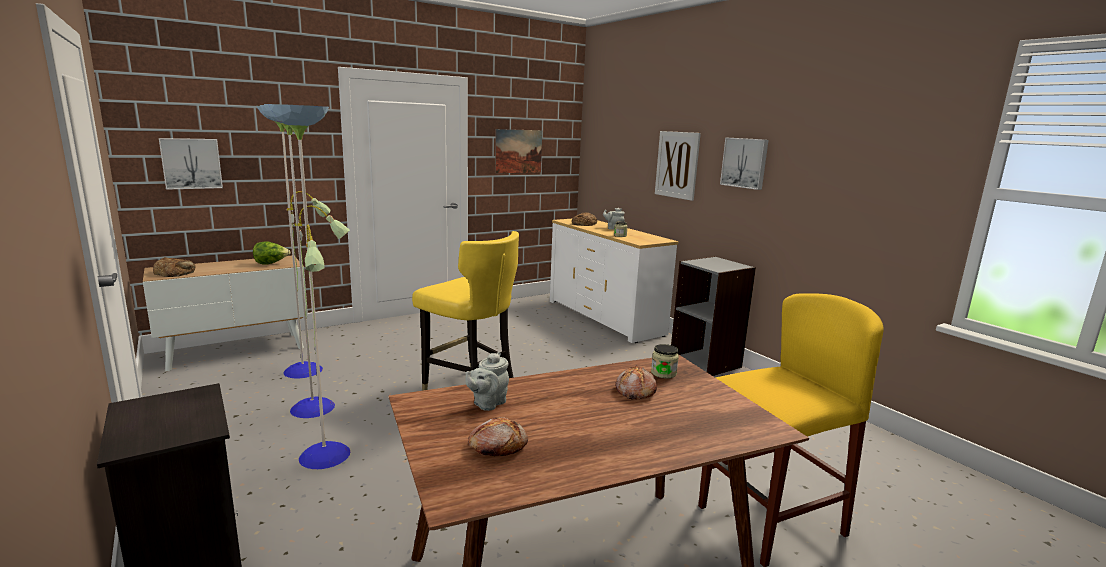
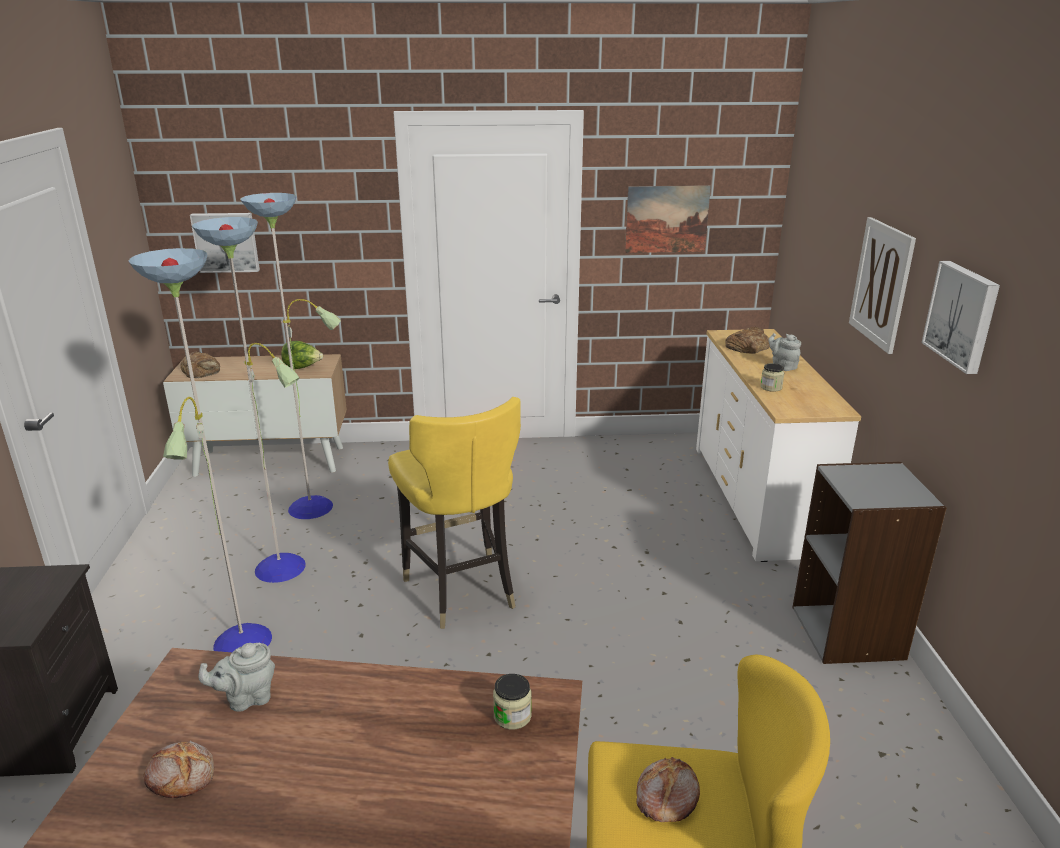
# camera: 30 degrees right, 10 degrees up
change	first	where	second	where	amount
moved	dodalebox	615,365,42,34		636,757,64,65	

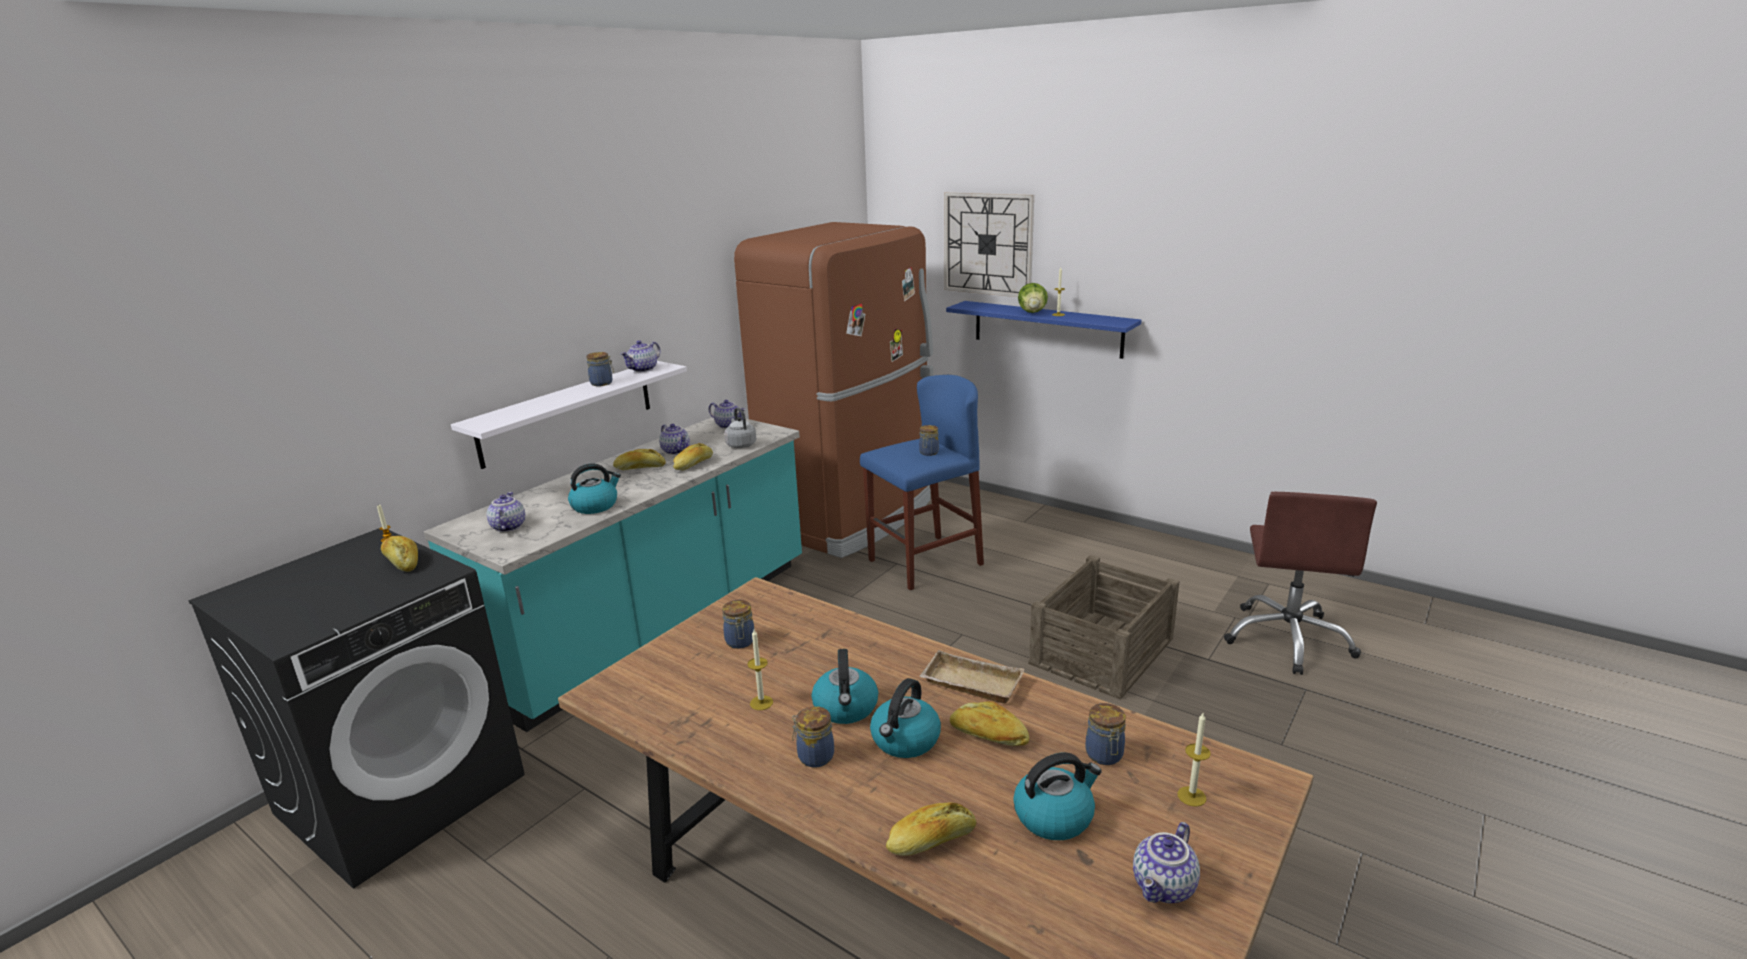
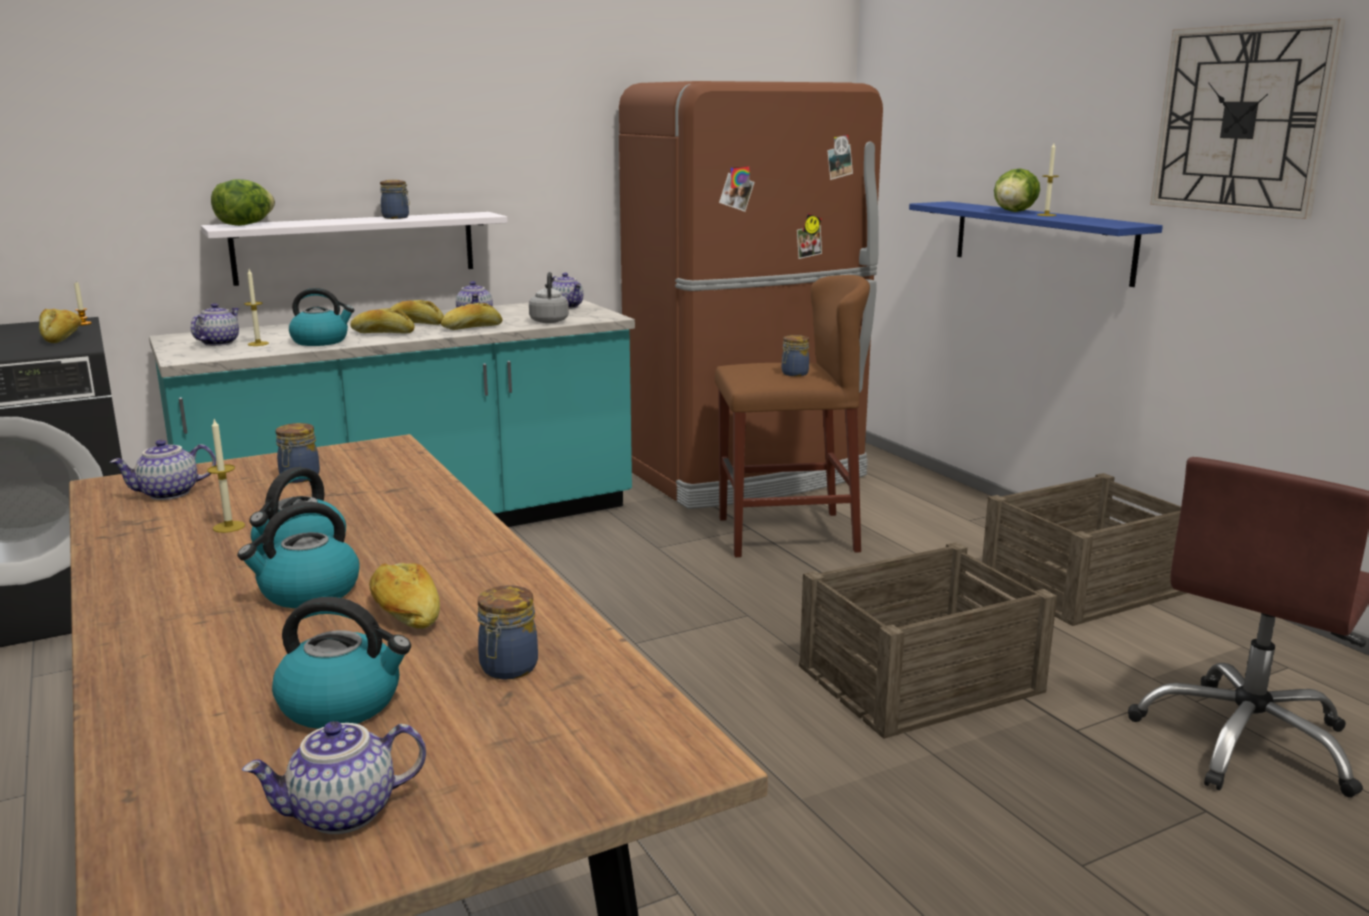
# camera: 25 degrees right, 5 degrees down
change	first	where	second	where	amount
removed	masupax	792,706,42,62			
removed	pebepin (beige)	919,650,105,53			
added			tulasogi	211,179,64,47	
added			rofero	982,473,205,153	
moved	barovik	620,340,40,32		110,440,106,60	
moved	dodalebox	886,803,90,53		350,308,65,25	
moved	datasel	944,192,90,105		1150,18,195,201	
moved	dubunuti	1178,713,33,94		244,269,25,77	
recoloured	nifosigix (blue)	860,375,124,215	nifosigix (brown)	715,275,155,282	

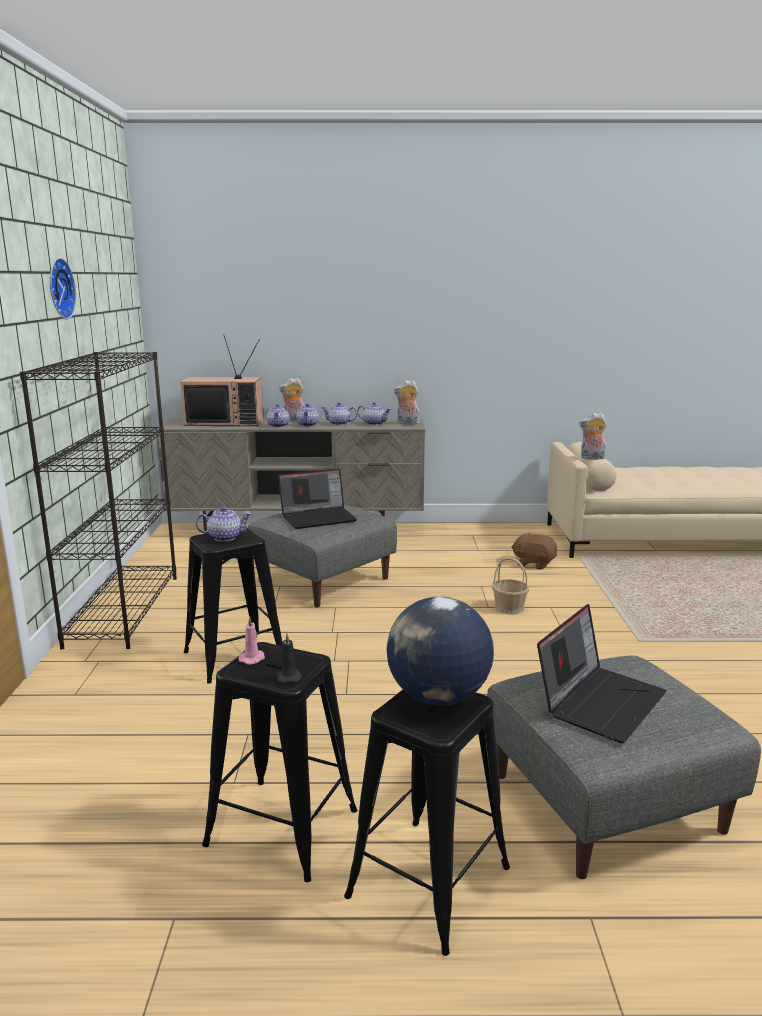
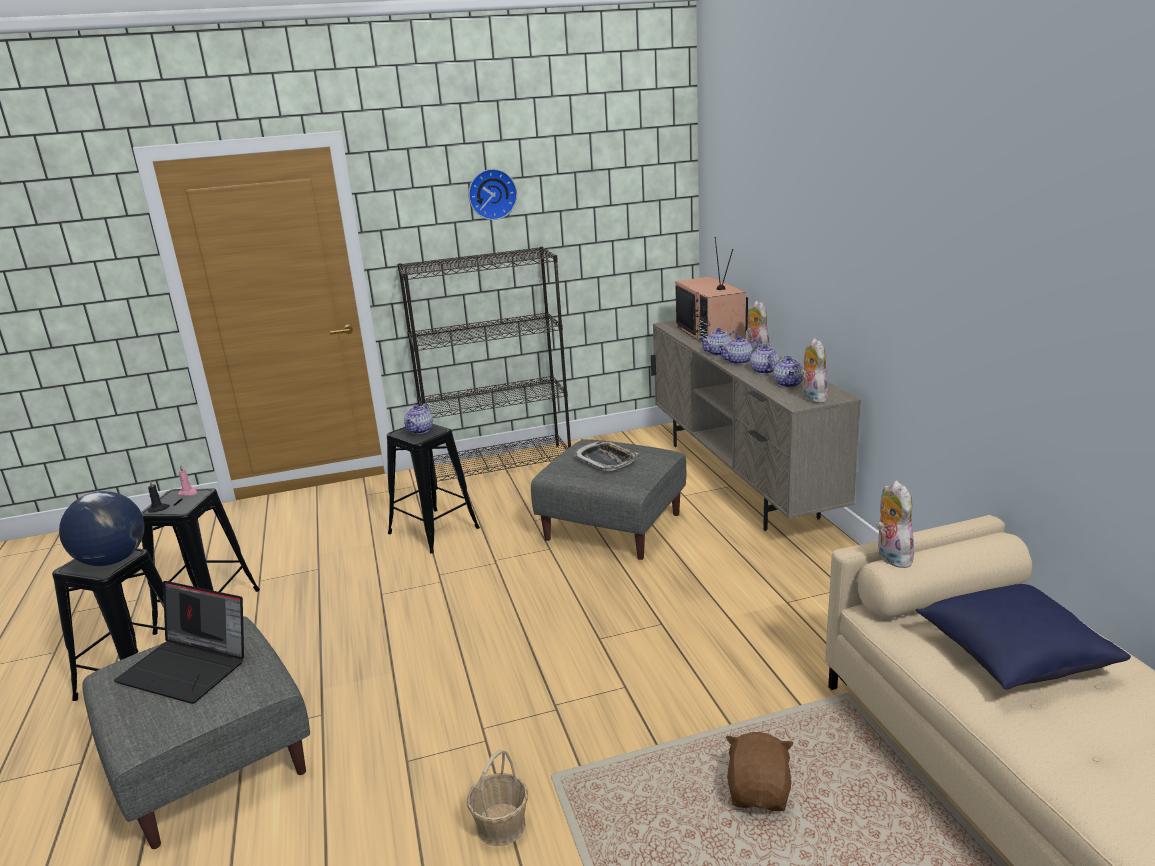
# camera: 75 degrees right, 5 degrees up
change	first	where	second	where	amount
added			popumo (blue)	916,584,215,105	
moved	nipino	492,557,37,58		467,749,61,97	
moved	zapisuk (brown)	512,532,45,38		726,732,68,79	
replaced	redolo	278,469,79,60	pebepin	574,441,64,30	
turned	barovik	196,507,56,35		404,403,29,31	45 degrees clockwise

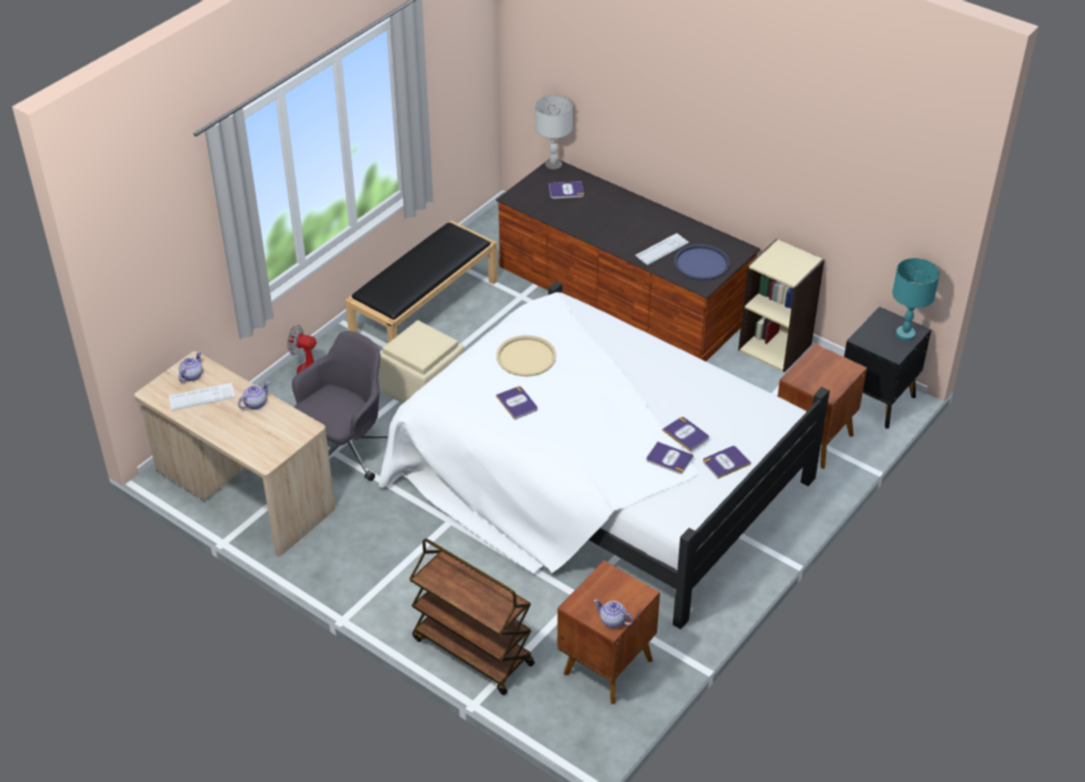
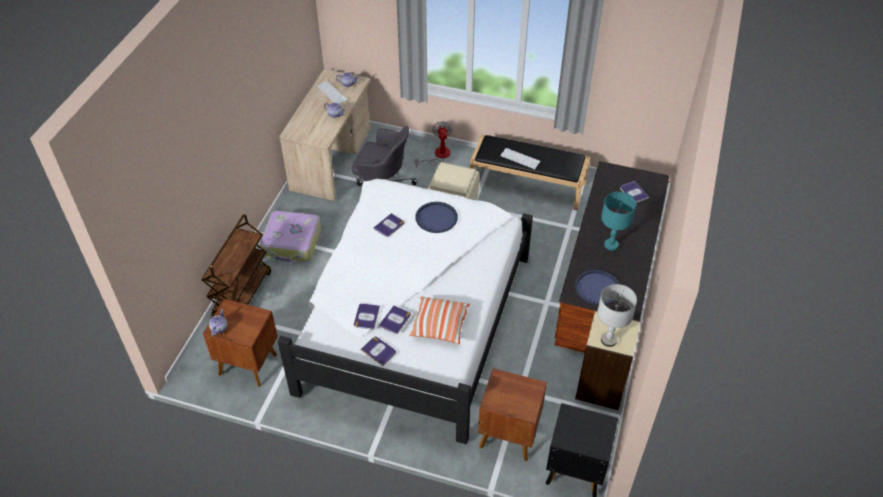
# camera: 70 degrees right, 5 degrees up
change	first	where	second	where	amount
added			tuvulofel	260,211,61,51	
added			popumo	409,297,61,48	
moved	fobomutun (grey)	535,95,38,77		597,284,40,63	
moved	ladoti	635,233,54,32		500,148,41,21	
moved	fobomutun (turquoise)	892,258,48,83		601,192,35,59	
recoloured	pebepin (beige)	496,335,60,41	pebepin (blue)	415,202,43,31	

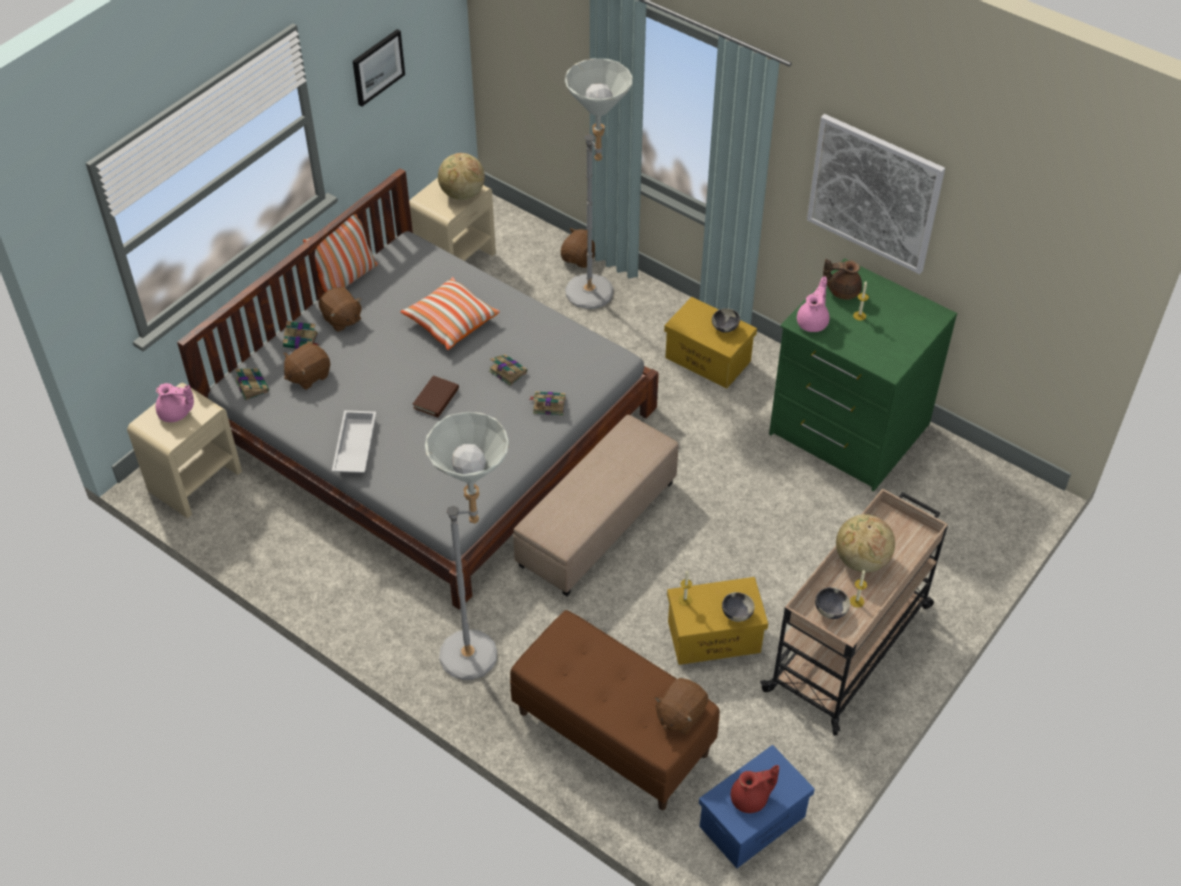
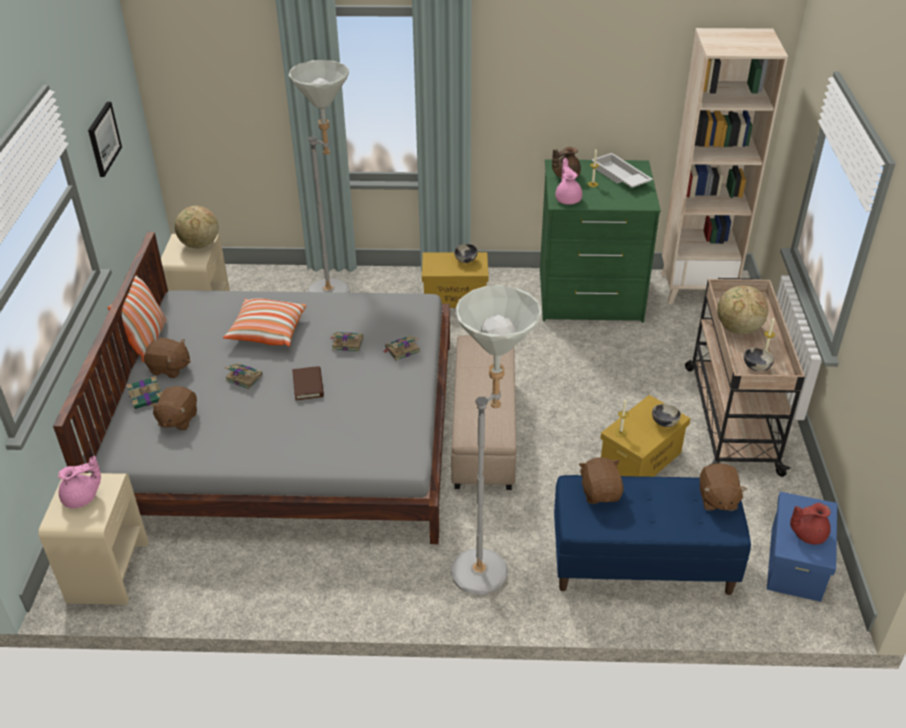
# camera: 35 degrees left, 10 degrees down
change	first	where	second	where	amount
removed	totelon	807,114,138,160			
added			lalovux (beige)	662,28,126,277	
moved	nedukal	235,368,34,33		224,363,38,26	
moved	pebepin (white)	332,410,44,63		592,153,61,35	
moved	zapisuk (brown)	561,228,34,40		579,457,45,47	
recoloured	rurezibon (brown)	510,610,210,200	rurezibon (blue)	554,475,197,120	
turned	barovik (red)	731,765,48,48		790,503,41,41	135 degrees counterclockwise

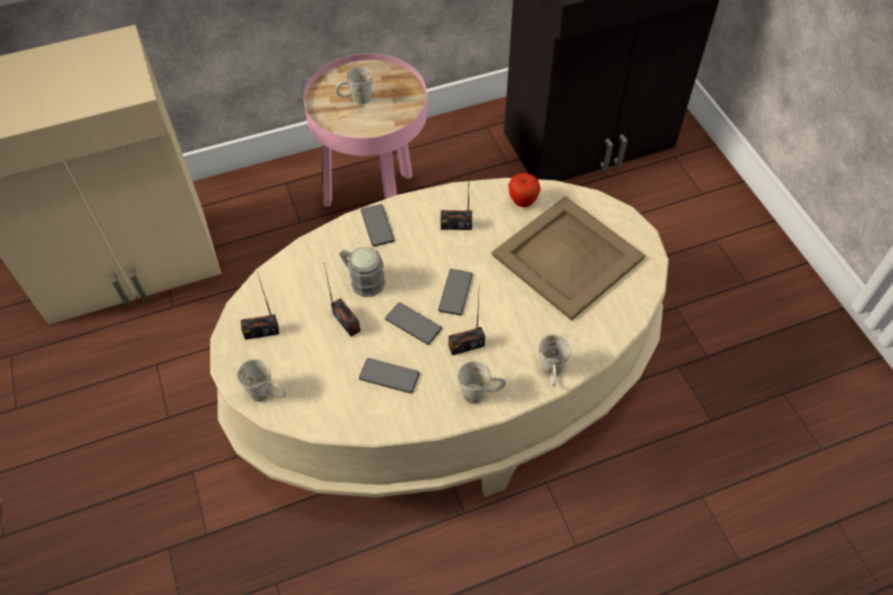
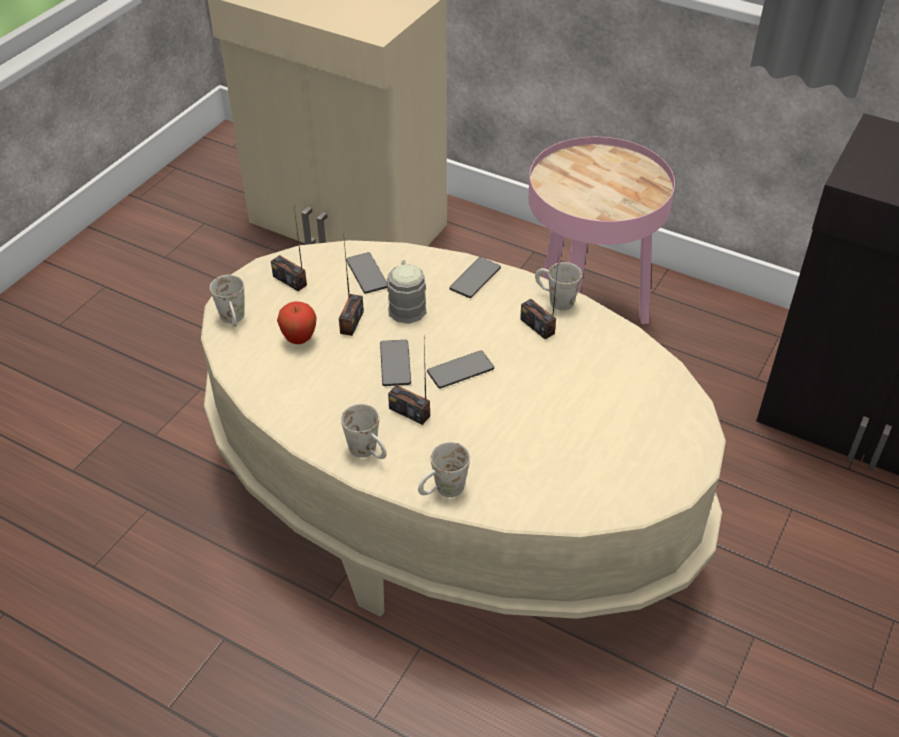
# camera: 50 degrees right, 10 degrees down
change	first	where	second	where	amount
removed	pebepin (beige)	492,196,153,125			
moved	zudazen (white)	335,66,37,38		535,262,47,48	
moved	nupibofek	359,358,61,35		346,252,41,42	
moved	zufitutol	508,173,33,34		277,301,40,43	

